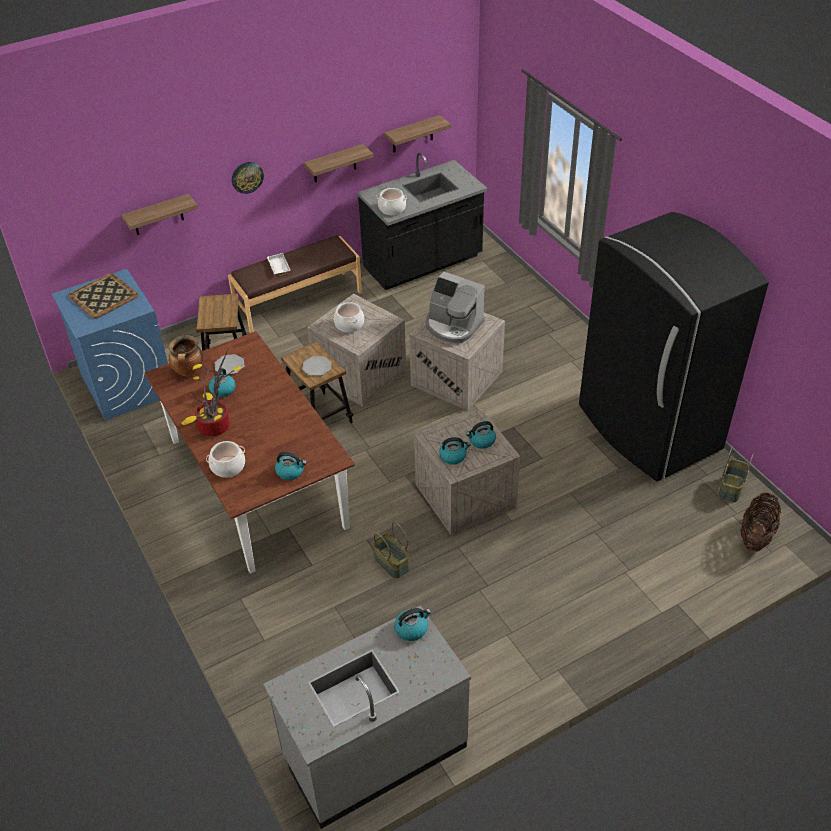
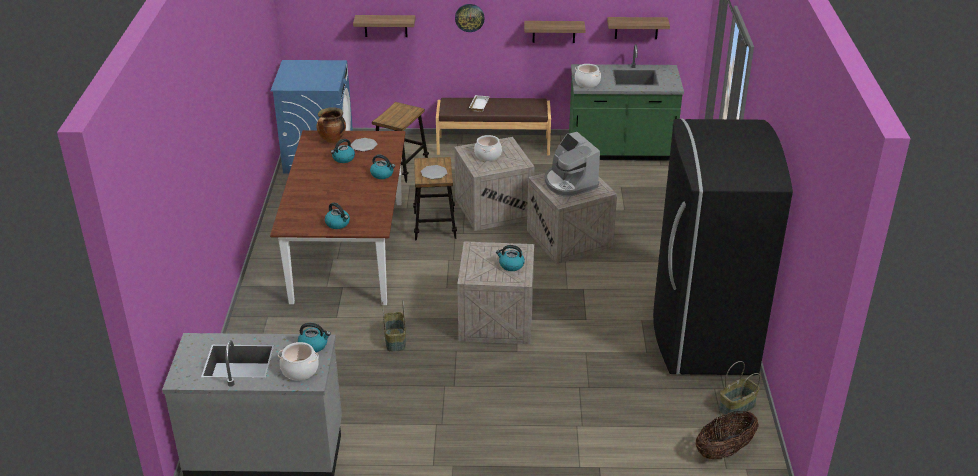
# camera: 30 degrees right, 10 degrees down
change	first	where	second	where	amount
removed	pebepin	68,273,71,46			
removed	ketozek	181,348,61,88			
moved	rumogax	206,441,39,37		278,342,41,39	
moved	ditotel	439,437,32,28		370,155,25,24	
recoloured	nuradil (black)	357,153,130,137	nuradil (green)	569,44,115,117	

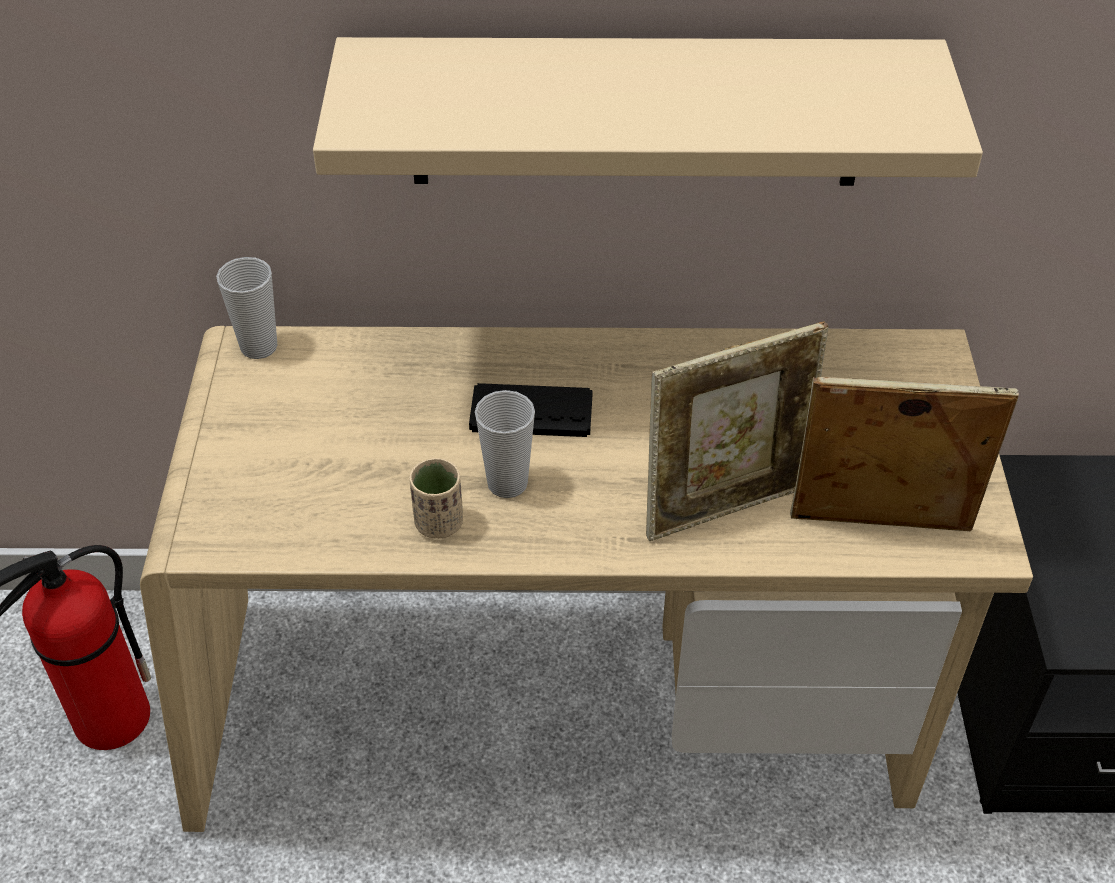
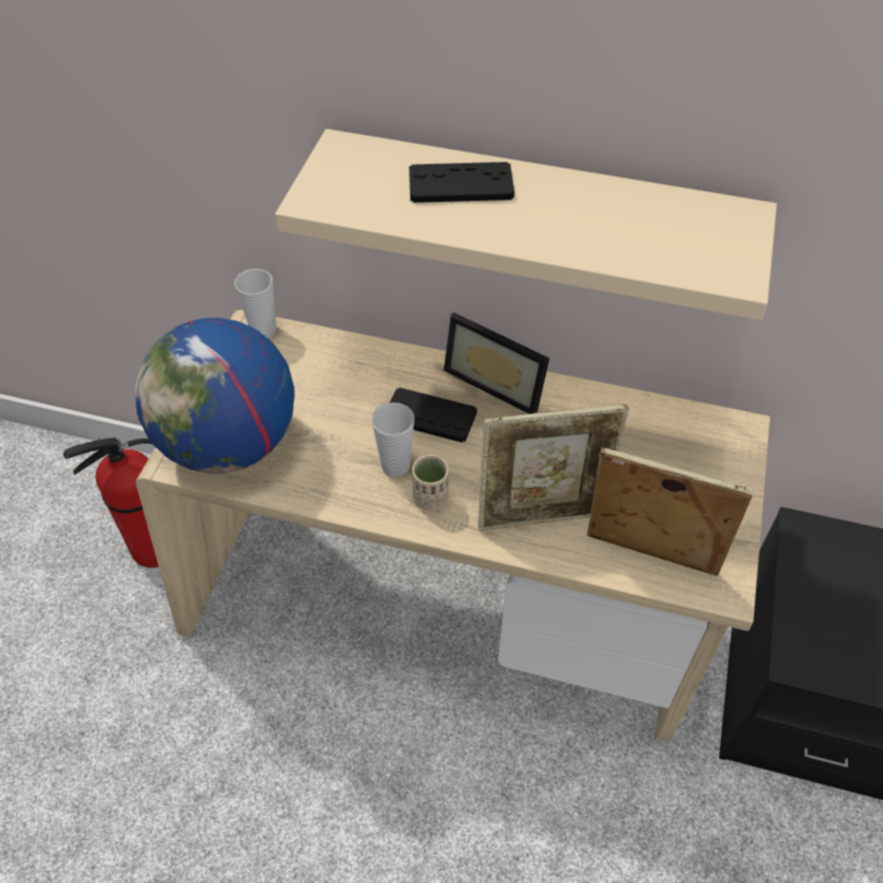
# camera: 15 degrees right, 5 degrees up
change	first	where	second	where	amount
added			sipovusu	135,318,160,155	
added			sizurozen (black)	409,162,105,41	
added			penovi	444,312,106,102	
moved	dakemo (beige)	410,458,53,81		412,455,37,56	

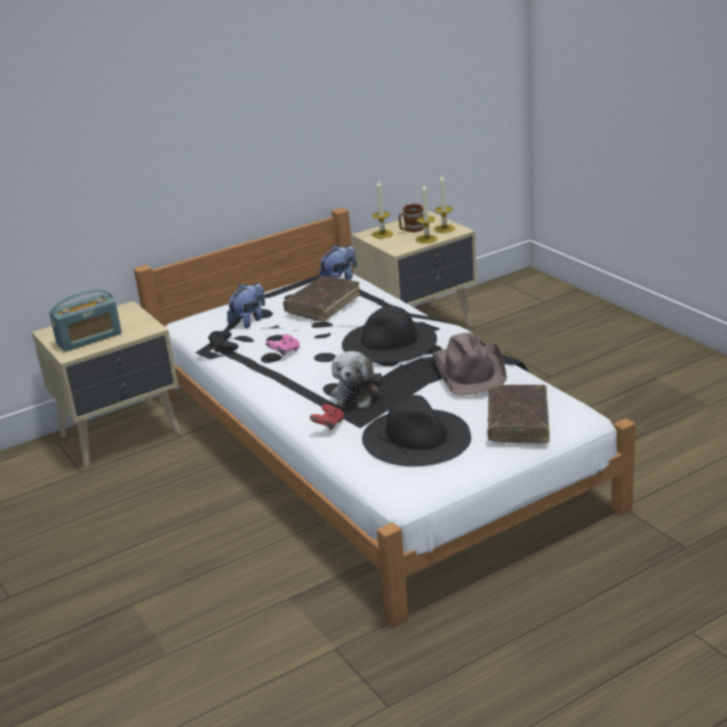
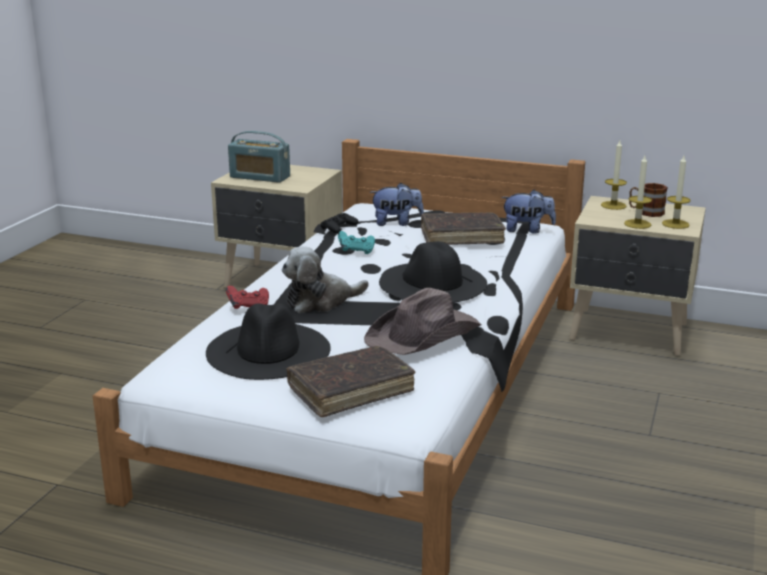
# camera: 50 degrees right, 5 degrees down
change	first	where	second	where	amount
recoloured	sizurozen (pink)	265,334,35,22	sizurozen (turquoise)	338,231,37,23	

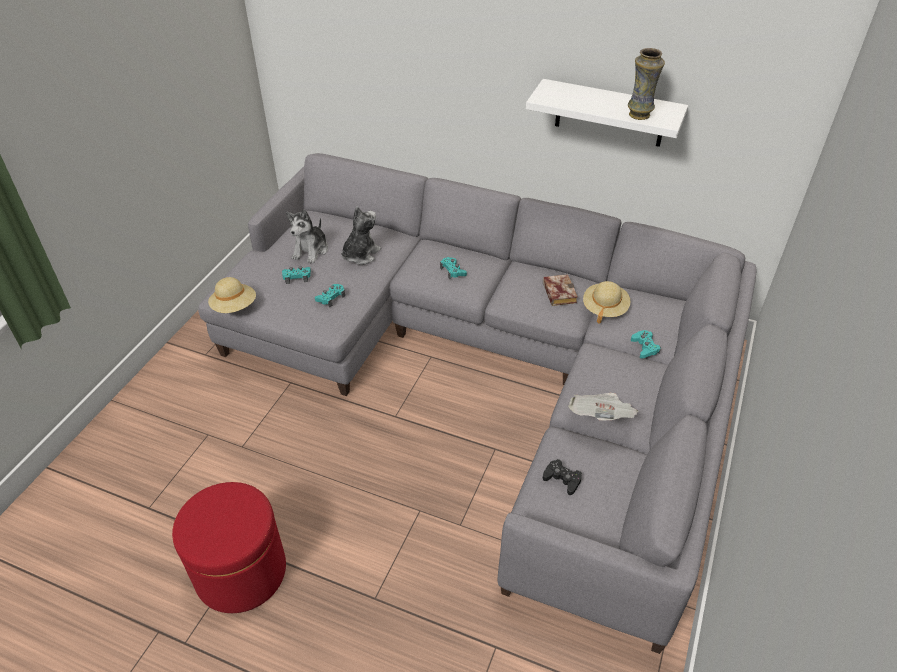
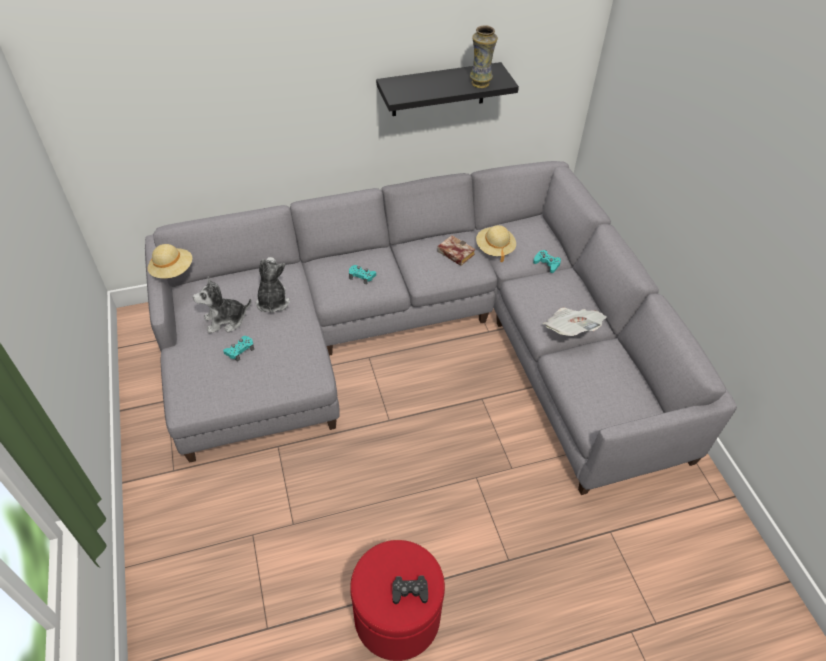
# camera: 40 degrees left, 5 degrees up
change	first	where	second	where	amount
removed	sizurozen (turquoise)	315,284,30,23			
moved	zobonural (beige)	208,277,48,36		148,244,44,34	
moved	sizurozen (black)	543,459,39,36		392,576,36,28	
recoloured	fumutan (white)	526,79,162,68	fumutan (black)	376,62,143,54	
turned	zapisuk	286,209,42,55		193,277,58,56	90 degrees clockwise

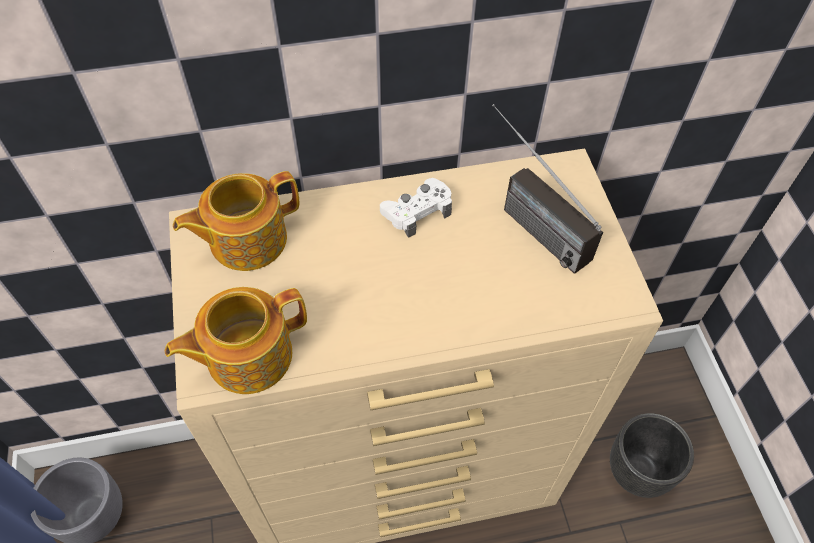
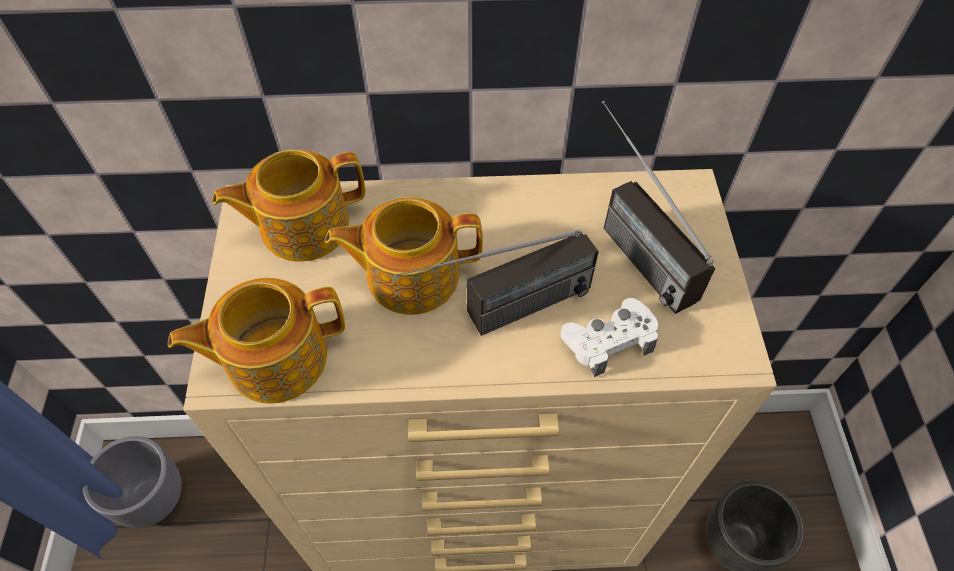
# camera: 10 degrees right, 0 degrees up
change	first	where	second	where	amount
added			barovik	325,197,158,118	
added			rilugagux	394,230,205,106	
moved	sizurozen (white)	380,178,72,60		561,298,97,79	

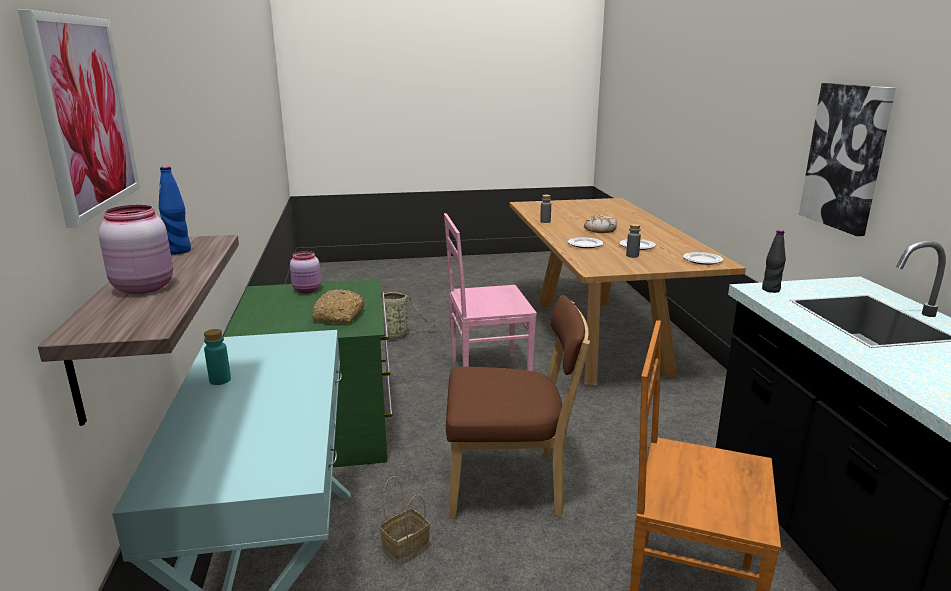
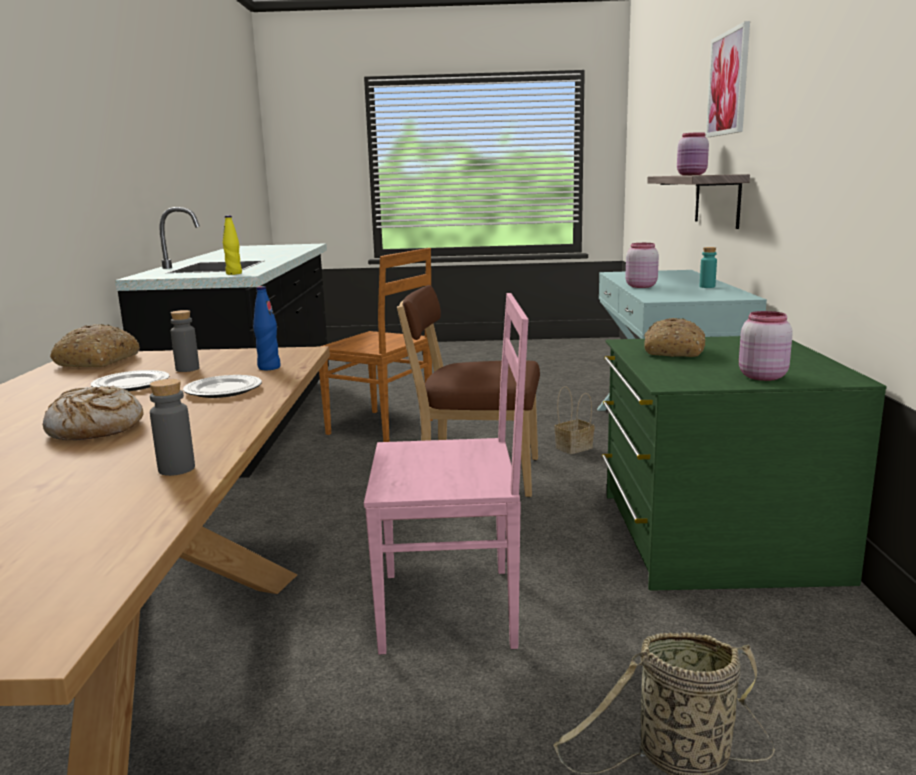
# camera: 170 degrees left, 5 degrees down
change	first	where	second	where	amount
removed	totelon	799,83,97,153			
added			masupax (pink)	625,243,34,45	
moved	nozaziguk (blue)	159,166,32,88		253,286,28,84	
replaced	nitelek	683,252,40,13	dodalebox	50,324,90,43	
recoloured	nozaziguk (black)	762,230,24,63	nozaziguk (yellow)	223,215,19,60	

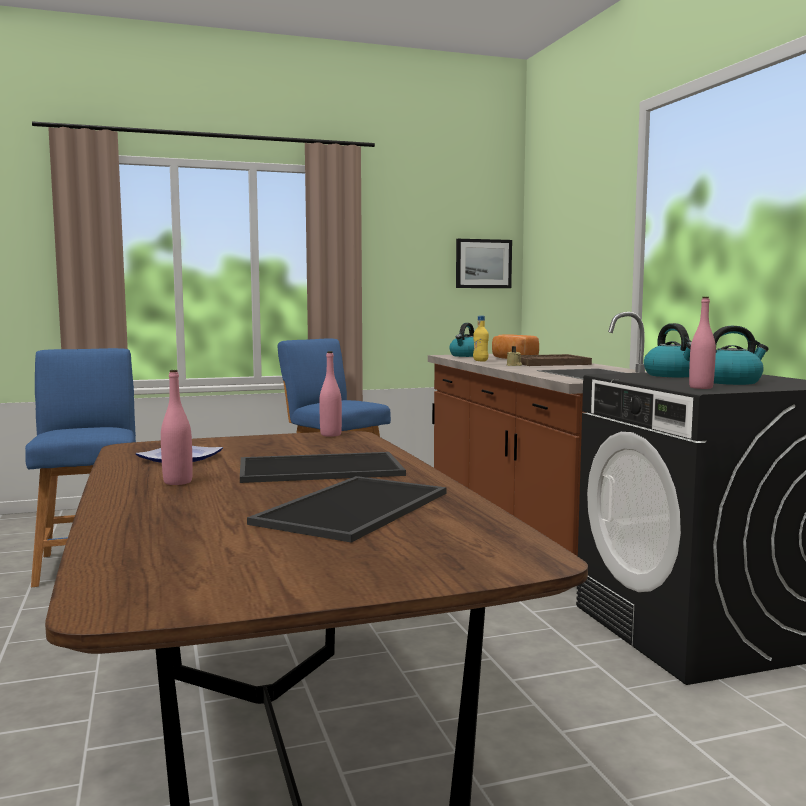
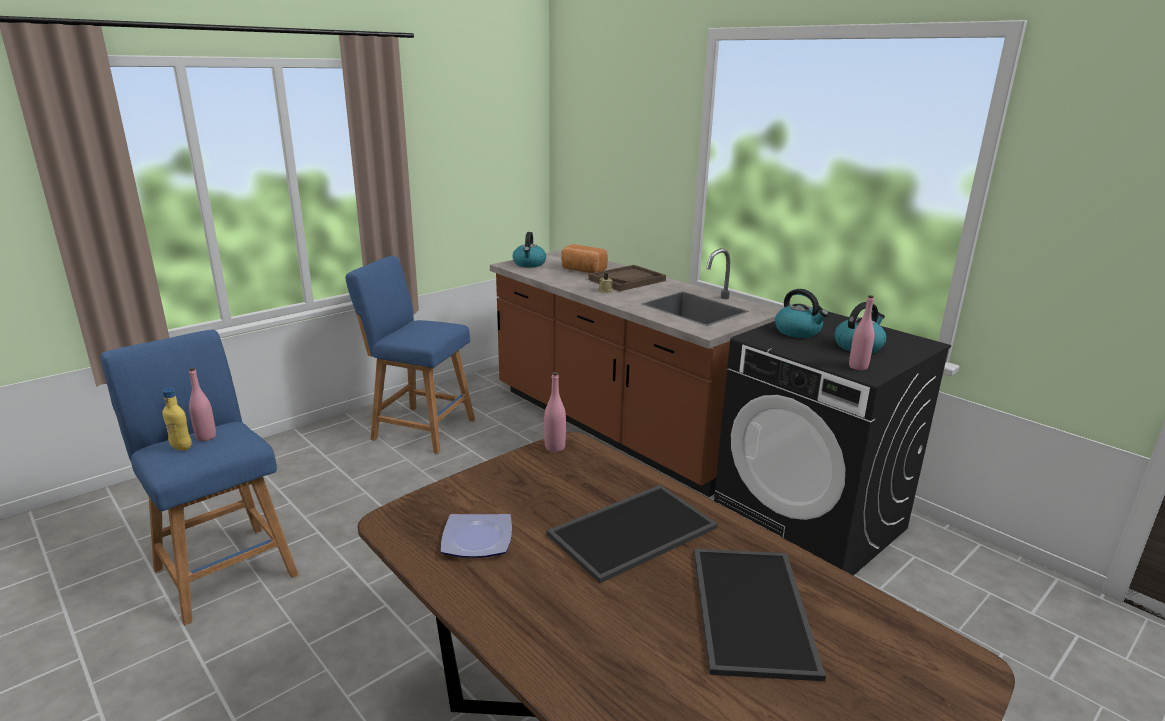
# camera: 25 degrees left, 15 degrees up
change	first	where	second	where	amount
removed	totelon	456,239,56,49			
moved	nozaziguk (pink)	161,370,32,115		189,368,27,73	
moved	nozaziguk (yellow)	473,316,16,45		162,388,30,63	

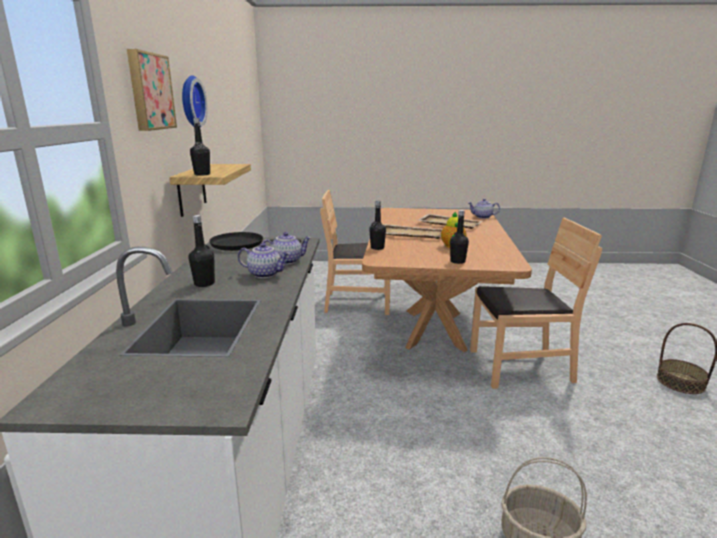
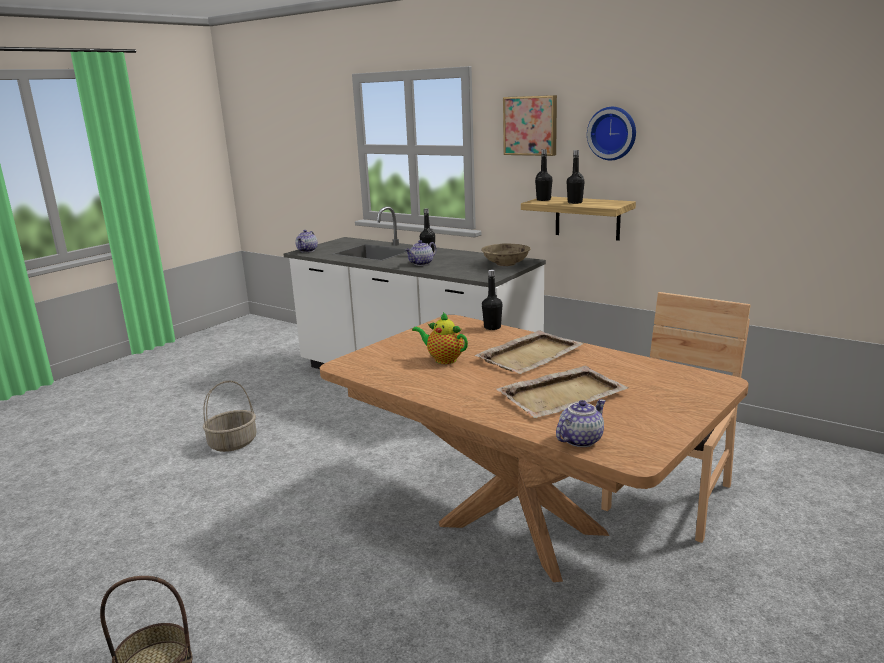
# camera: 125 degrees right, 0 degrees up
change	first	where	second	where	amount
removed	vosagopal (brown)	470,218,132,171			
moved	barovik	262,232,49,33		296,230,22,23	
moved	nozaziguk (black)	450,210,19,54		566,150,19,54	
replaced	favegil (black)	209,232,92,19	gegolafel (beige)	481,244,50,22	

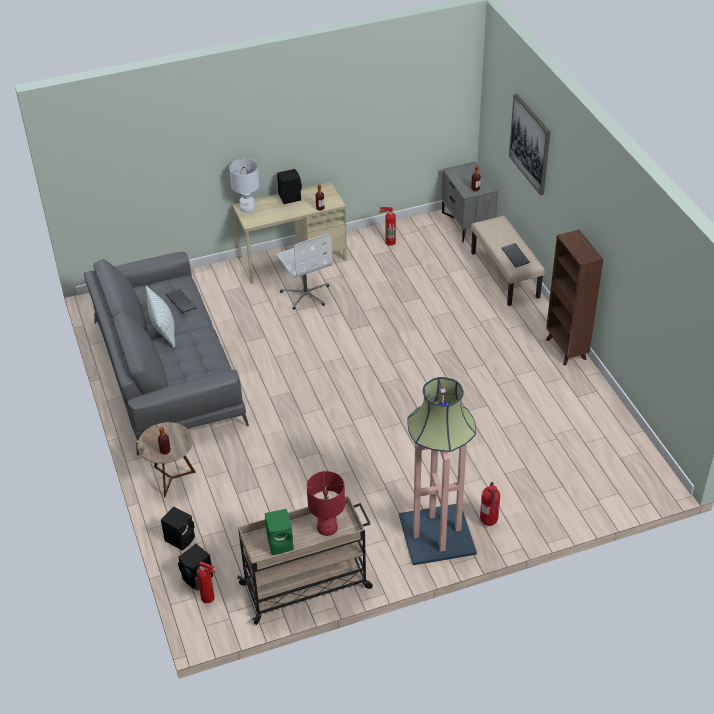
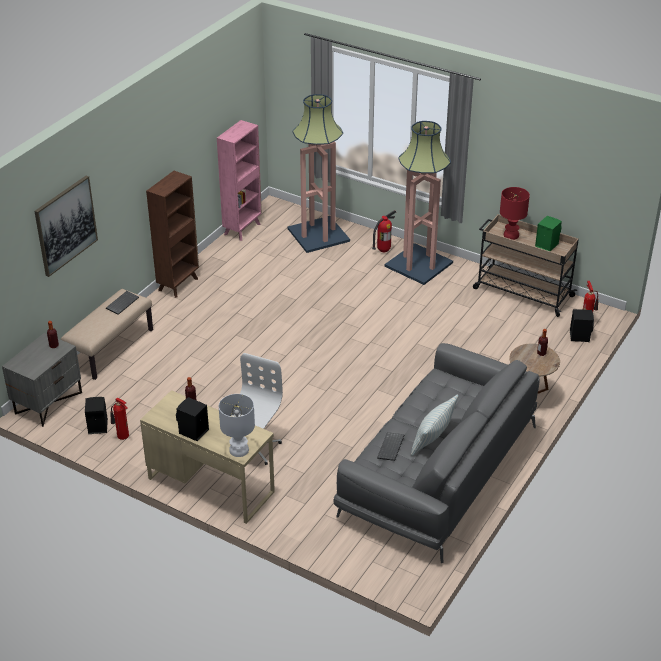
# camera: 130 degrees left, 5 degrees down
change	first	where	second	where	amount
added			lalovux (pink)	217,120,45,121	
added			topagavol	287,94,63,159	
moved	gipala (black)	161,507,34,43		85,397,23,37	

